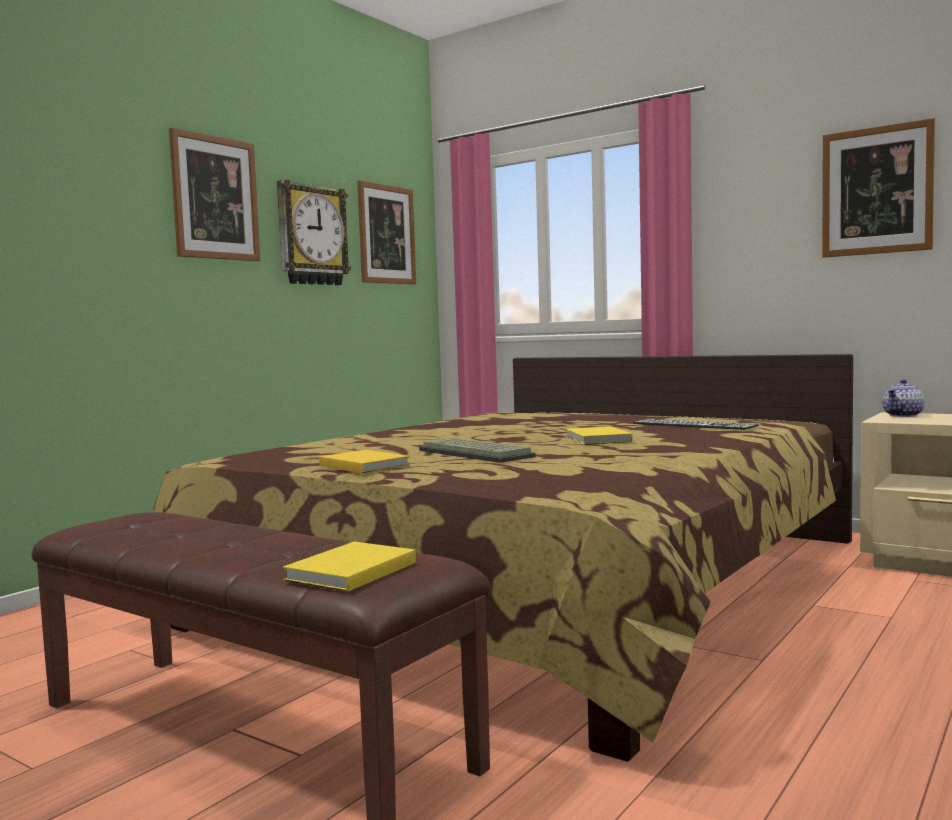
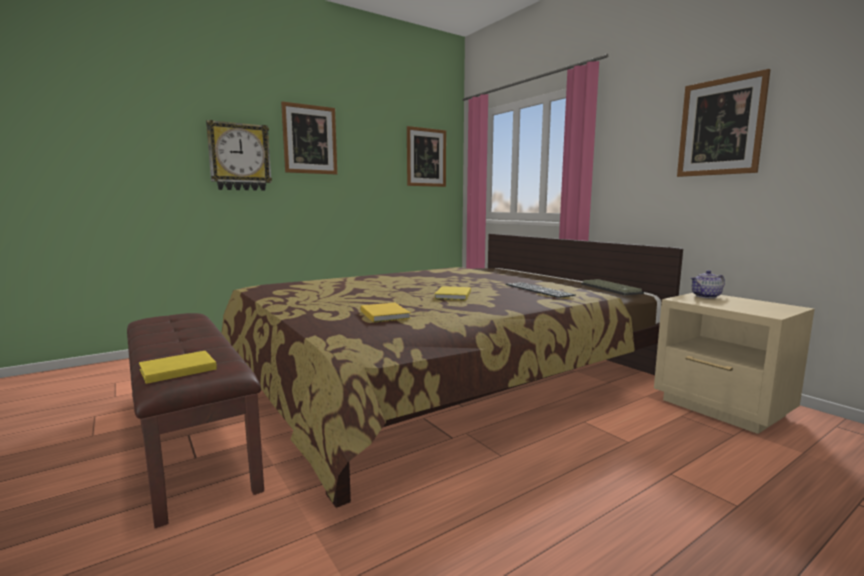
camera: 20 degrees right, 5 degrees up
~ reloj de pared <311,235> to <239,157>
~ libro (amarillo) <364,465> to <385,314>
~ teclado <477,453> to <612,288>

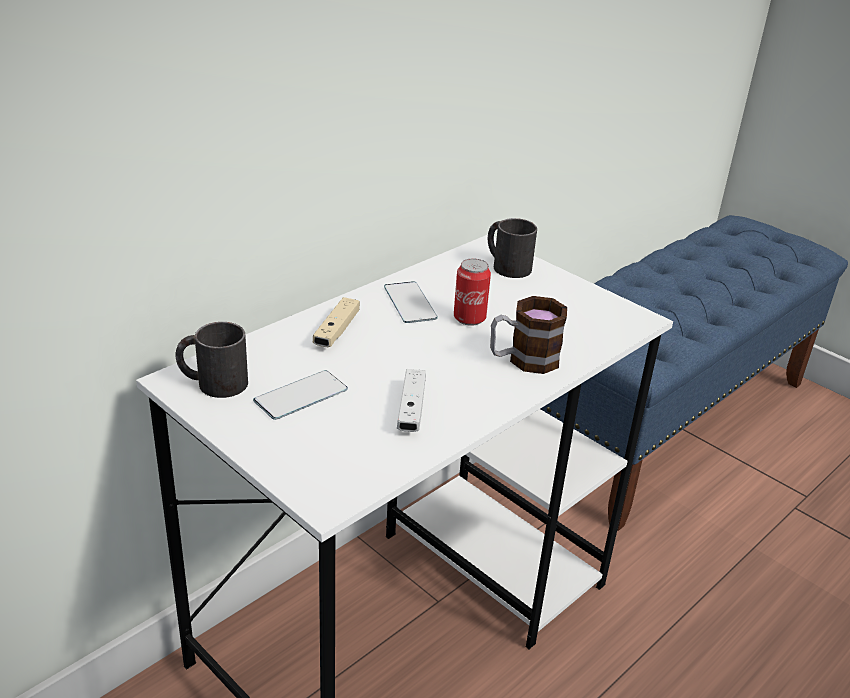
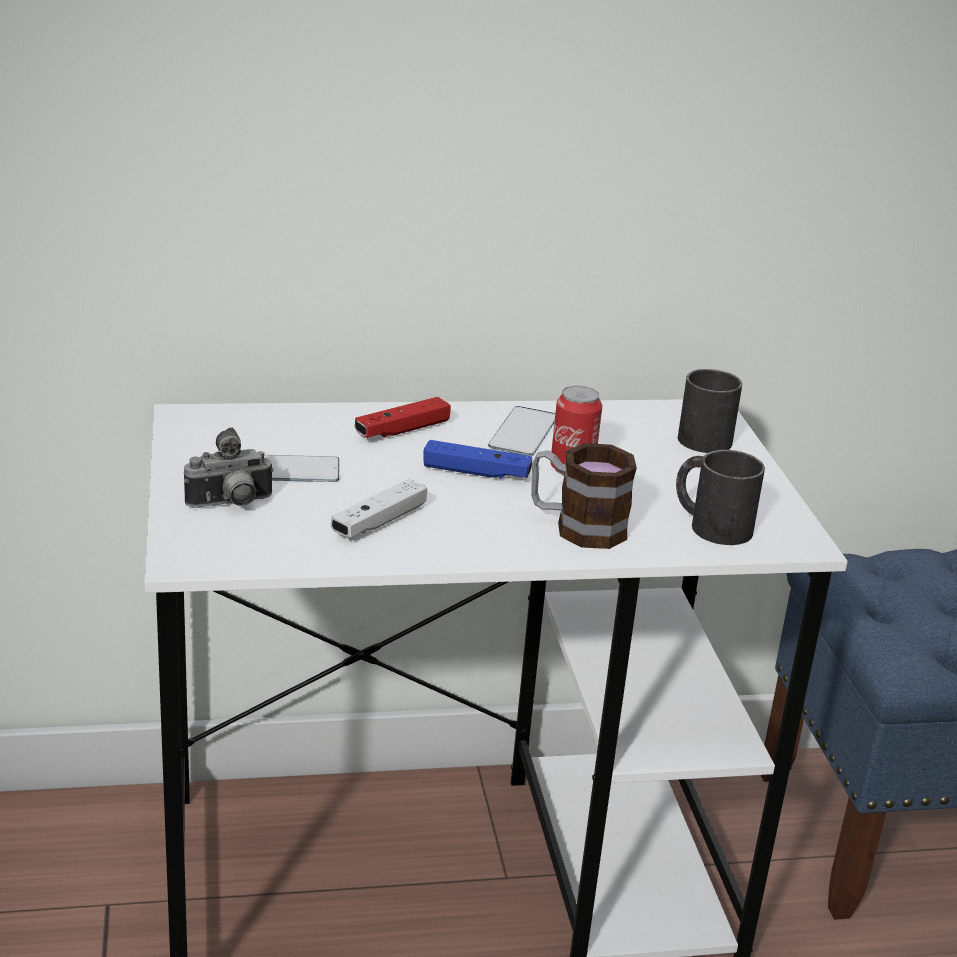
camera: 35 degrees right, 5 degrees down
~ taza grande (negro) <213,382> to <710,524>
~ mando de consola (beis) <336,331> to mando de consola (rojo) <402,430>
+ cámara <231,505>
+ mando de consola (azul) <476,472>

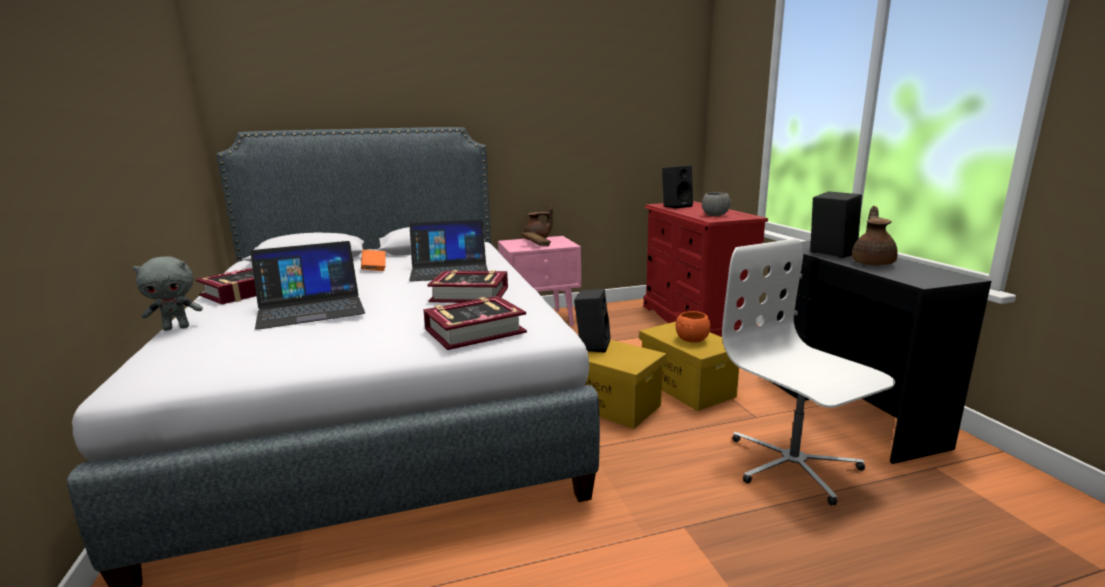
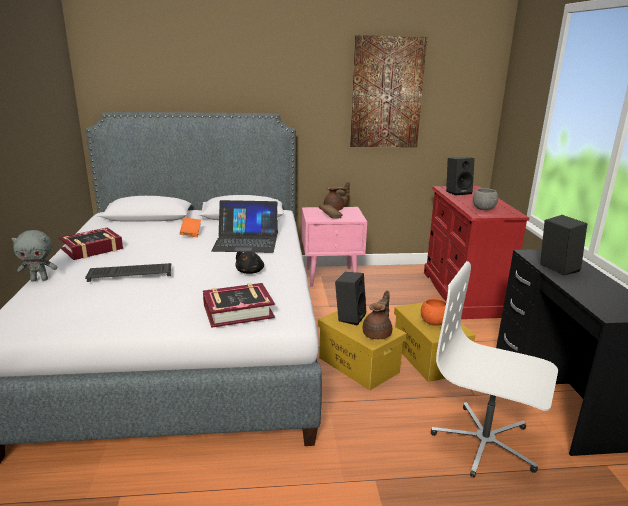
camera: 10 degrees right, 5 degrees up
~ portátil <310,308> to teclado <131,273>
~ libro <470,294> to peluche (negro) <250,271>
~ silla de oficina (blanco) <792,465> = <484,443> 45 degrees counterclockwise
~ tetera (marrón) <872,263> to <378,334>
+ cuadro <386,93>

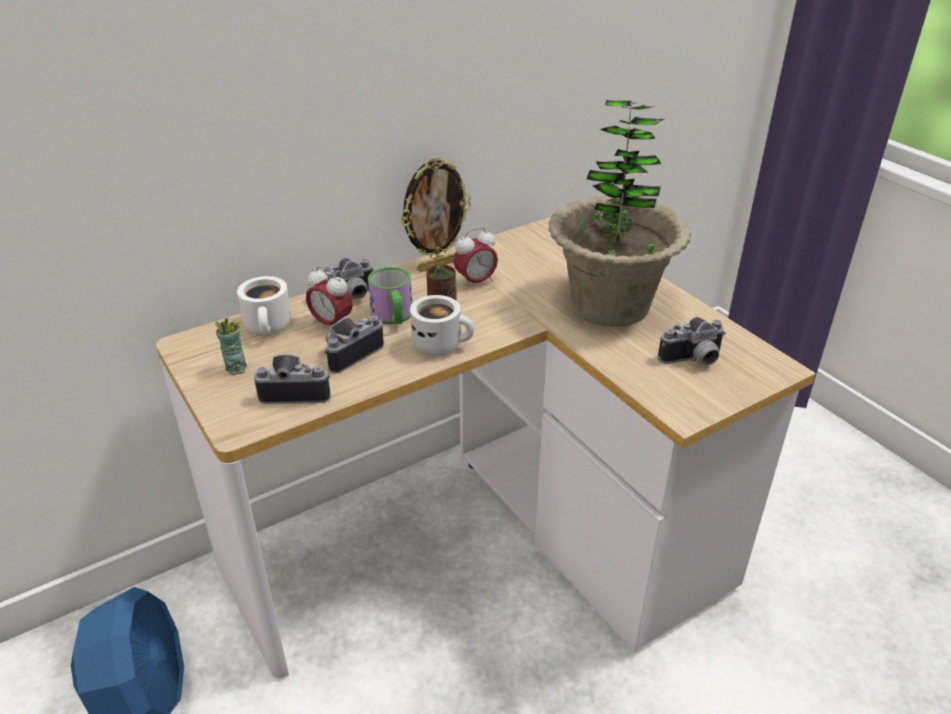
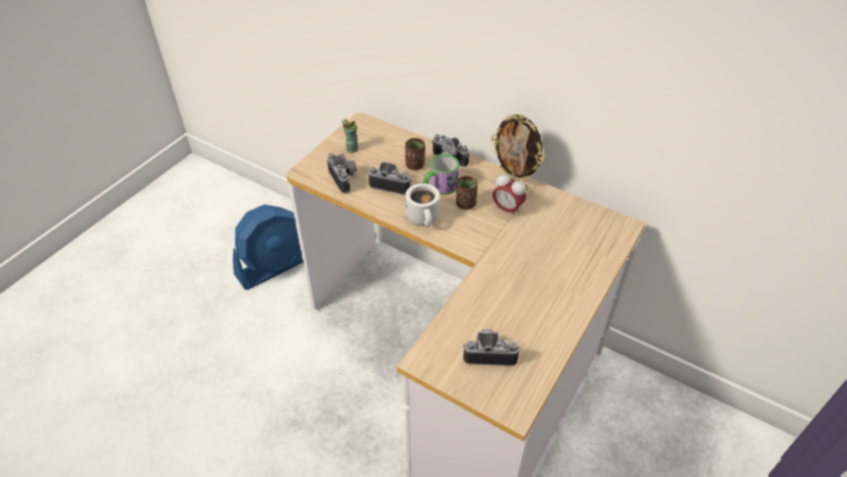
camera: 65 degrees right, 10 degrees up
- taza grande (blanco) <270,327>
~ despertador <331,324> to taza (marrón) <415,165>
- planta en maceta <610,305>
~ cámara <693,360> = <490,353> 135 degrees clockwise

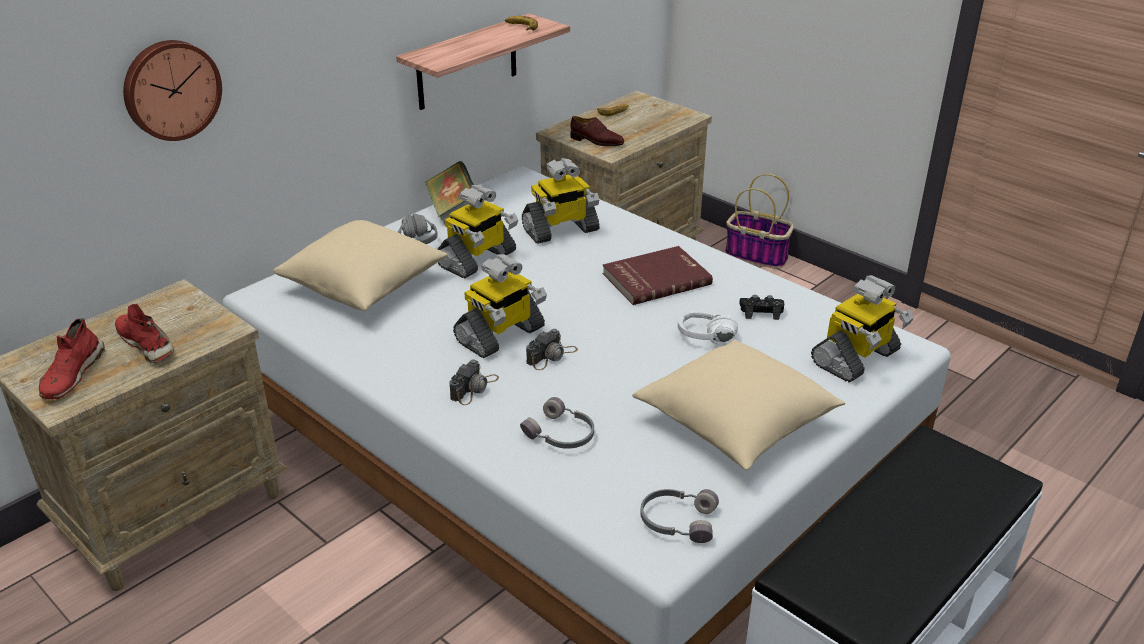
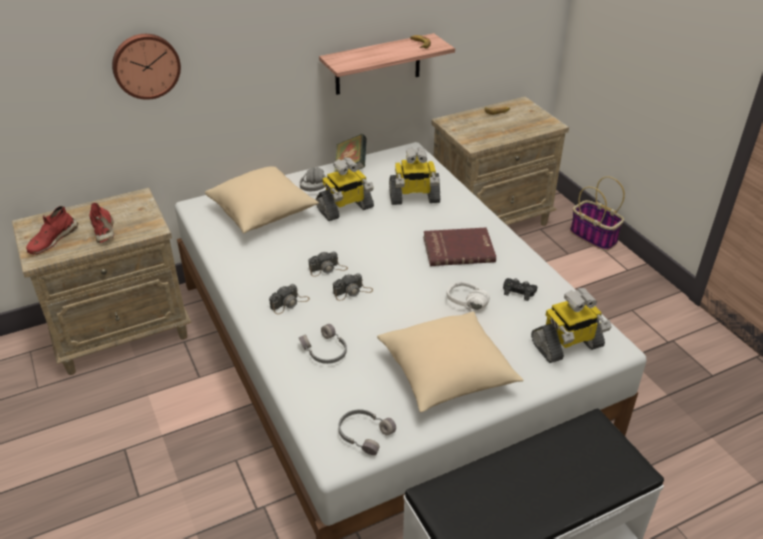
camera: 20 degrees right, 5 degrees up
~ robot de juguete <500,336> to cámara <328,269>
- zapato (marrón) <596,141>

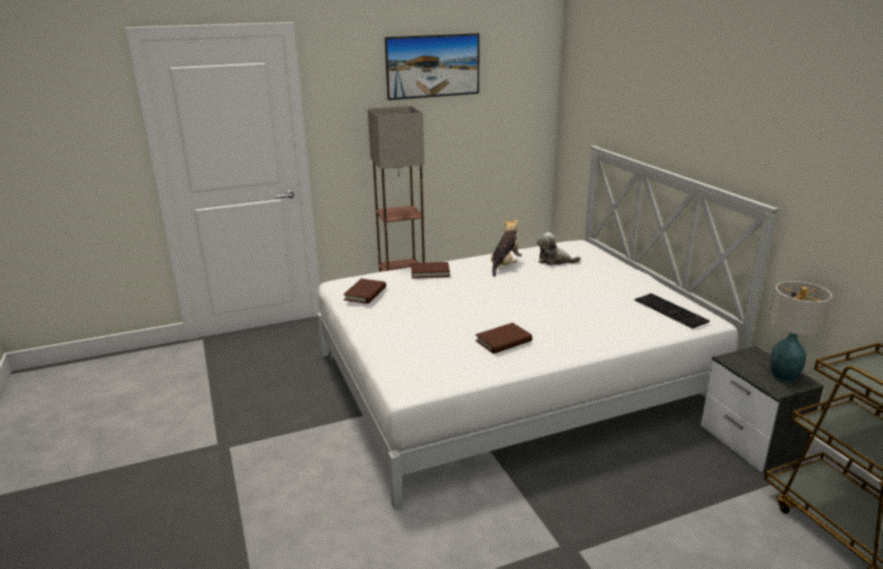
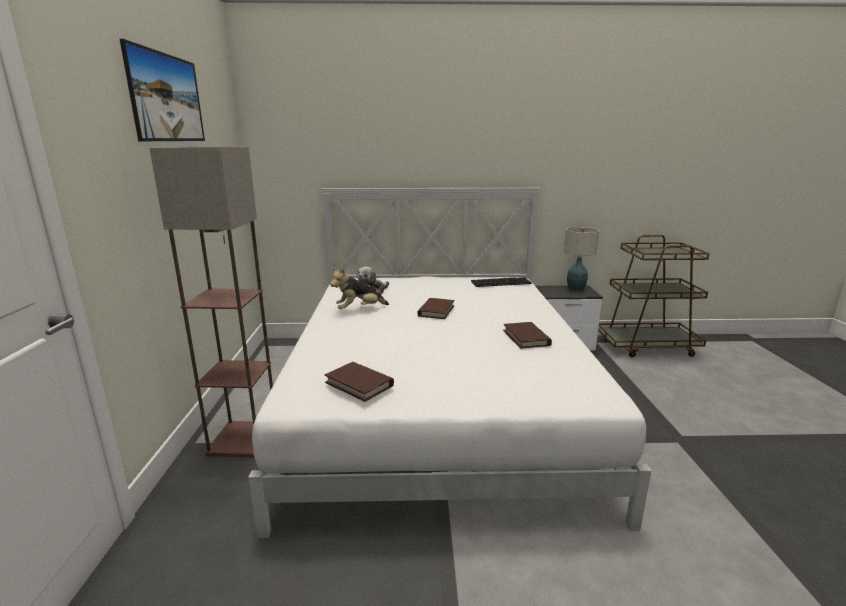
camera: 70 degrees left, 5 degrees down
~ libro (marrón) <430,272> to <436,311>
~ peluche <505,266> = <359,309> 75 degrees counterclockwise

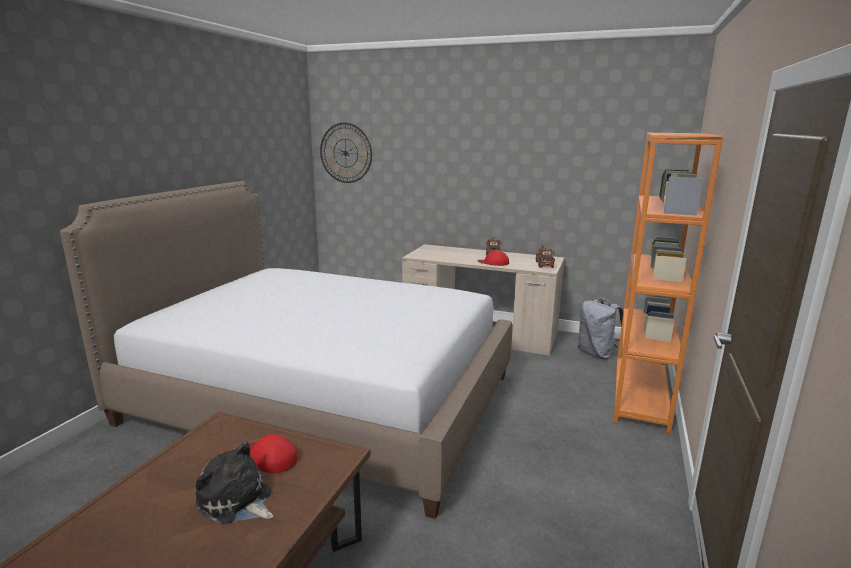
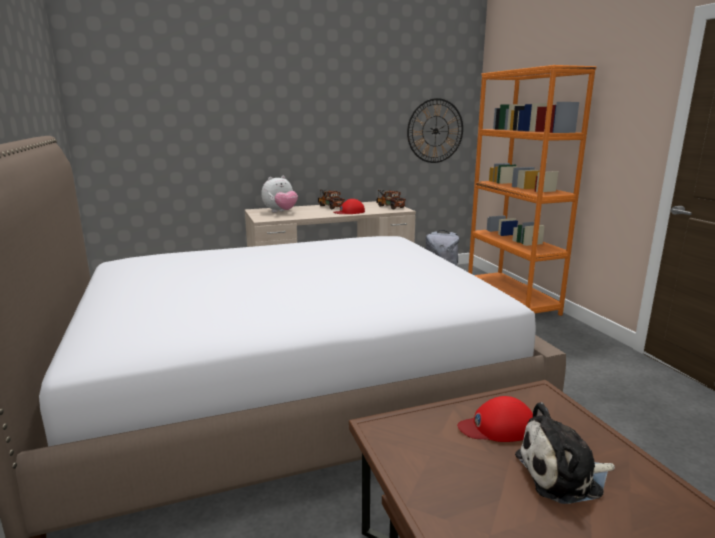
camera: 40 degrees left, 0 degrees up
~ reloj de pared <345,153> to <435,131>
+ peluche <280,212>

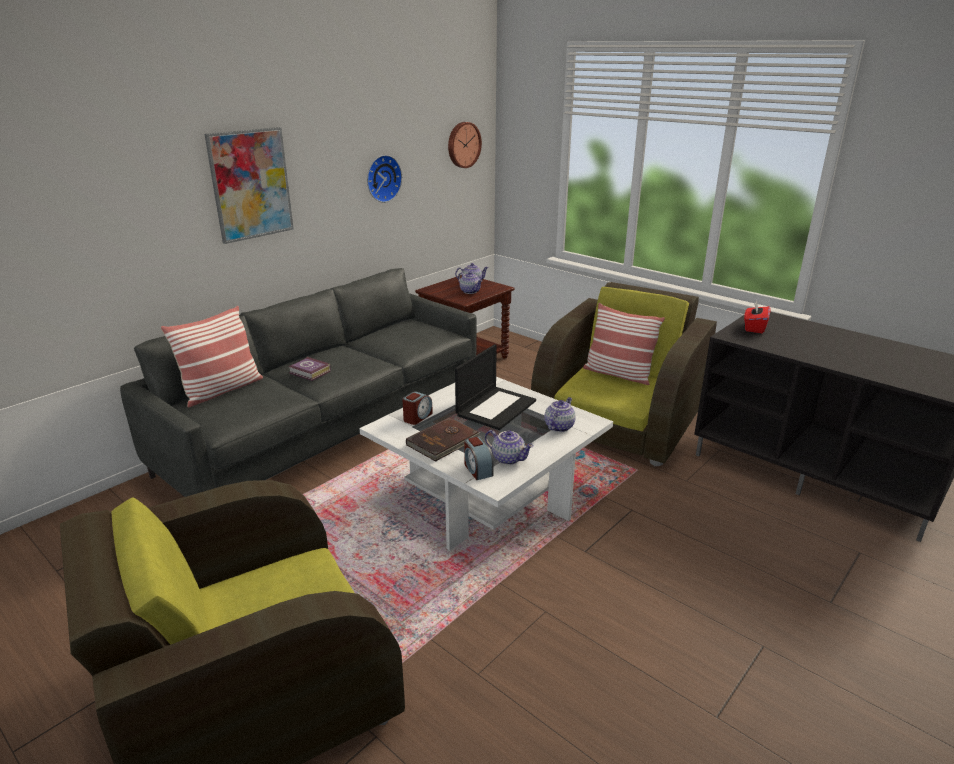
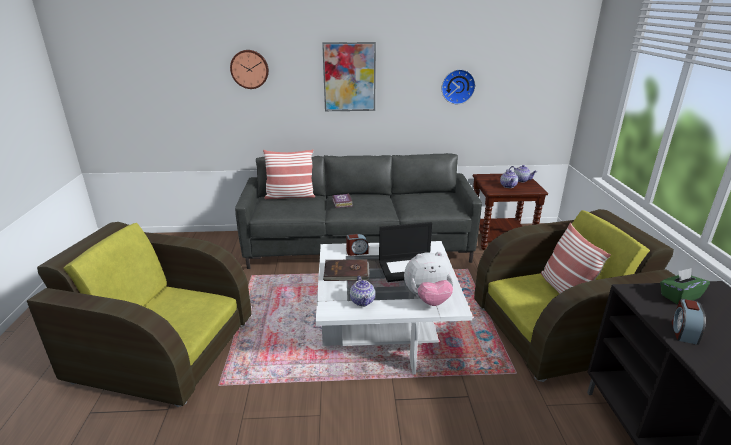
camera: 45 degrees right, 0 degrees up
~ reloj de pared <463,145> to <249,69>
~ despertador <477,469> to <683,332>
~ tetera <559,426> to peluche <428,299>
~ caja de pañuelos (rojo) <754,328> to caja de pañuelos (verde) <679,296>

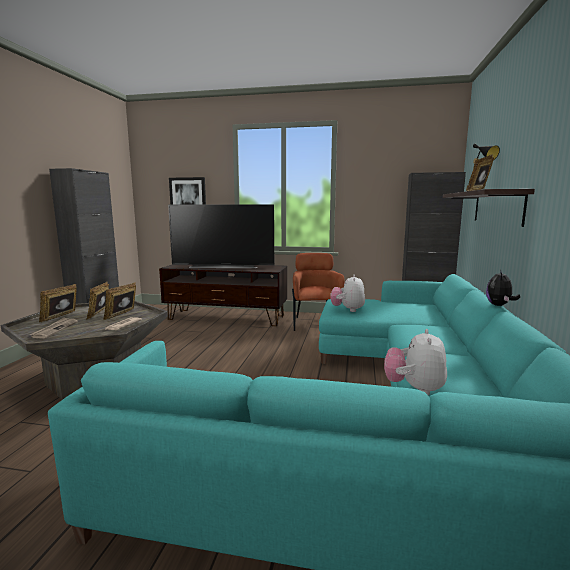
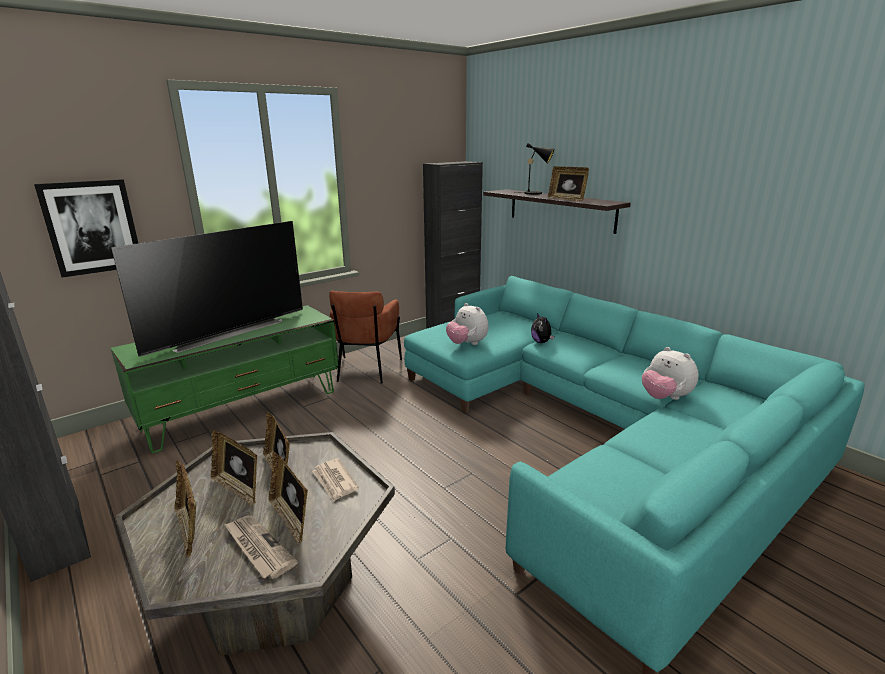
camera: 50 degrees left, 10 degrees up
~ mueble de televisión (marrón) <226,318> to mueble de televisión (verde) <243,409>
~ sillón (marrón) <315,323> = <366,370> 120 degrees counterclockwise
~ peluche <499,305> to <541,342>
+ portarretratos <291,519>

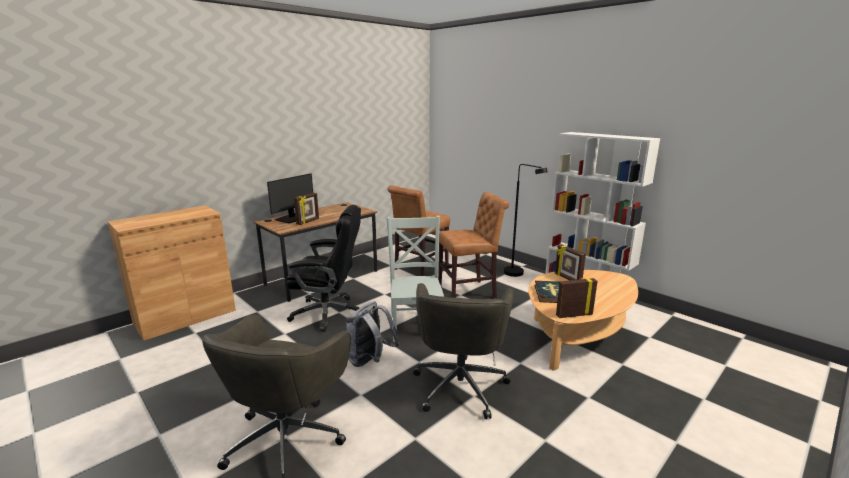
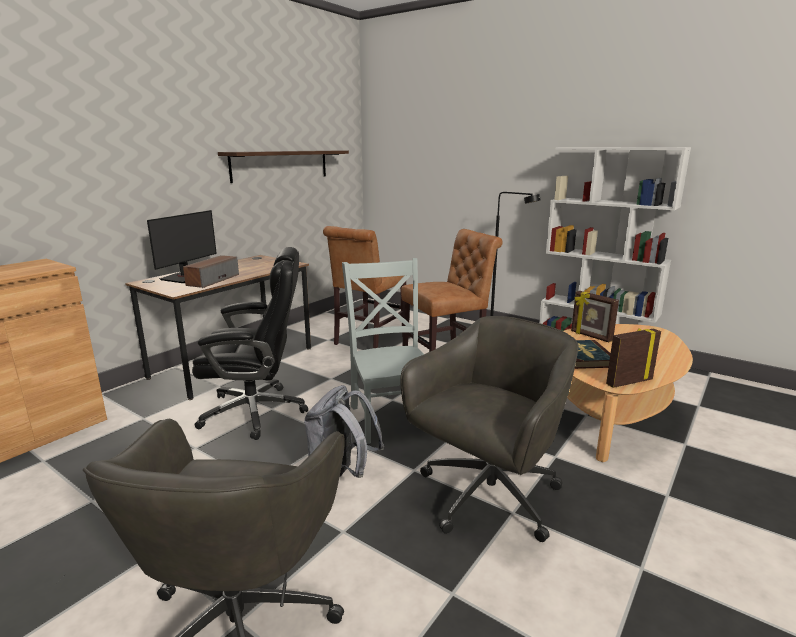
camera: 10 degrees left, 0 degrees up
~ portarretratos <308,222> to altavoz <213,280>
~ silla de oficina (gris) <460,384> = <486,497> 135 degrees counterclockwise
+ estante <281,165>

